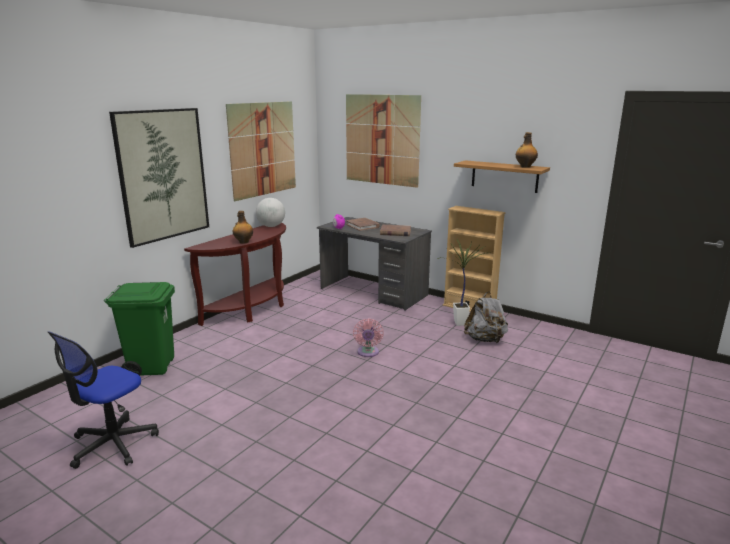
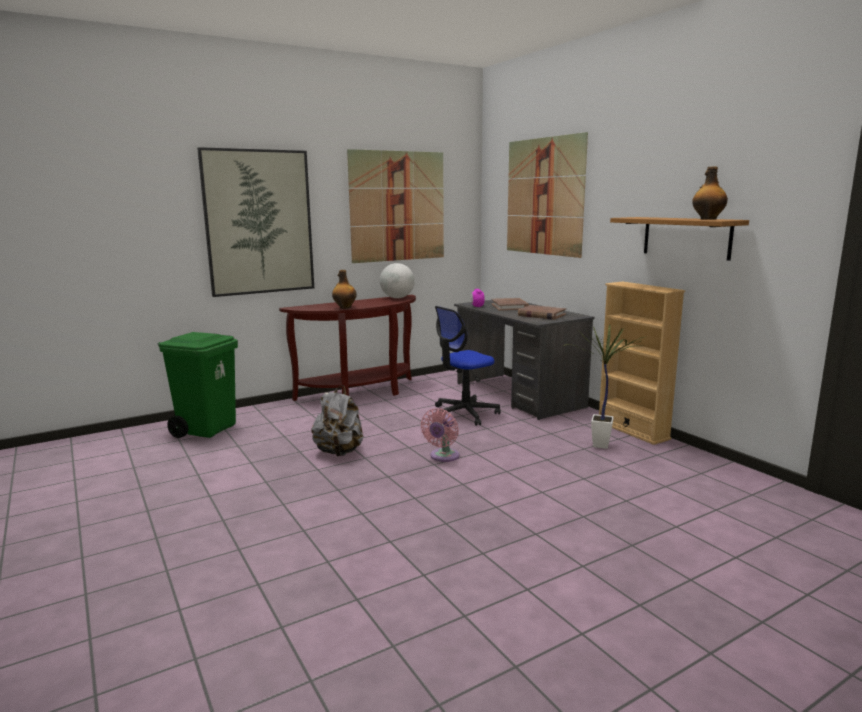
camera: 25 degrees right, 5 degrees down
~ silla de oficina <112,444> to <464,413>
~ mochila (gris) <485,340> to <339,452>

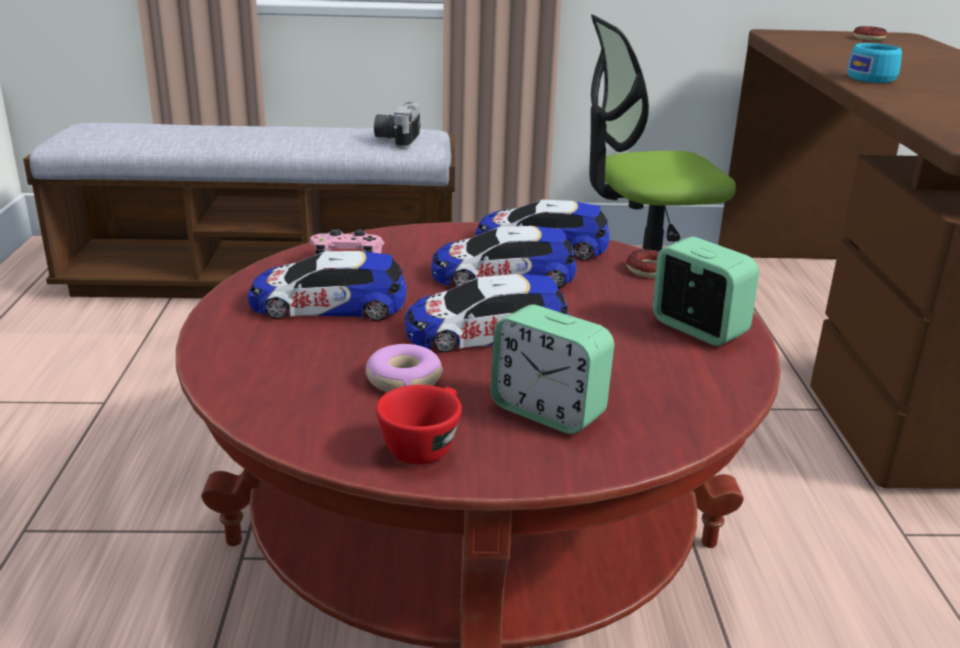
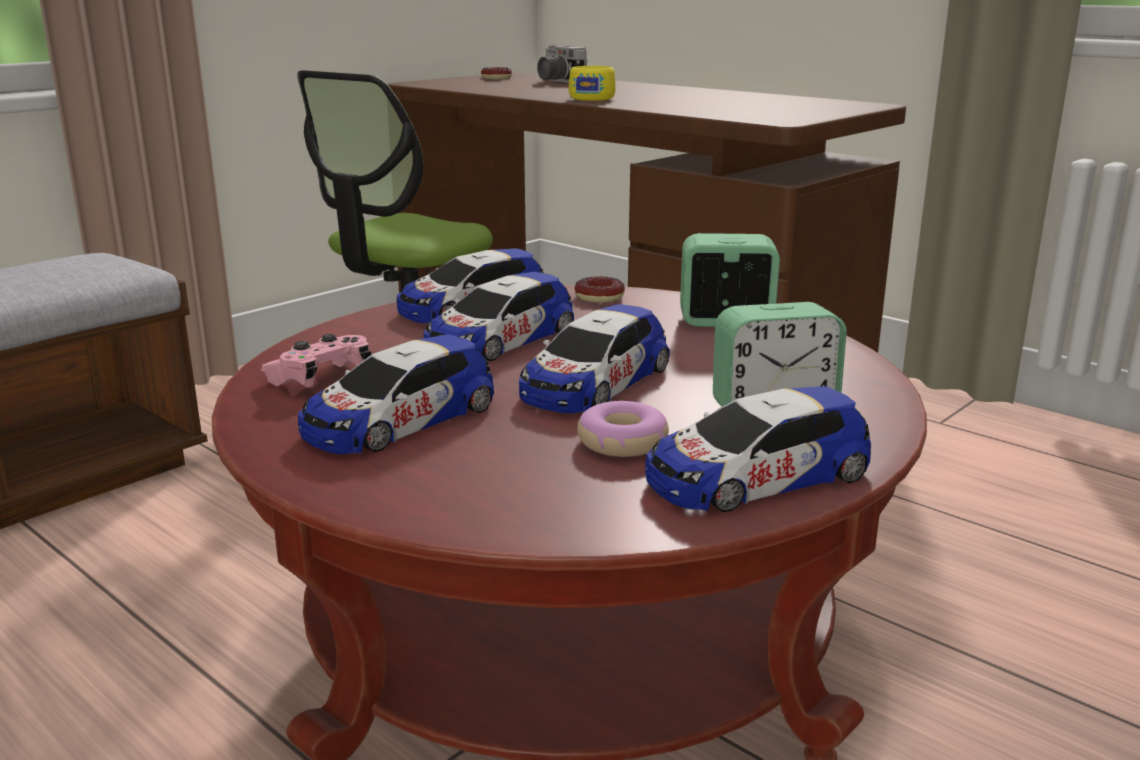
camera: 45 degrees left, 5 degrees down
~ cámara <397,139> to <557,81>
~ taza (rojo) <424,445> to coche de juguete <757,475>
~ taza (turquesa) <875,78> to taza (amarillo) <593,98>

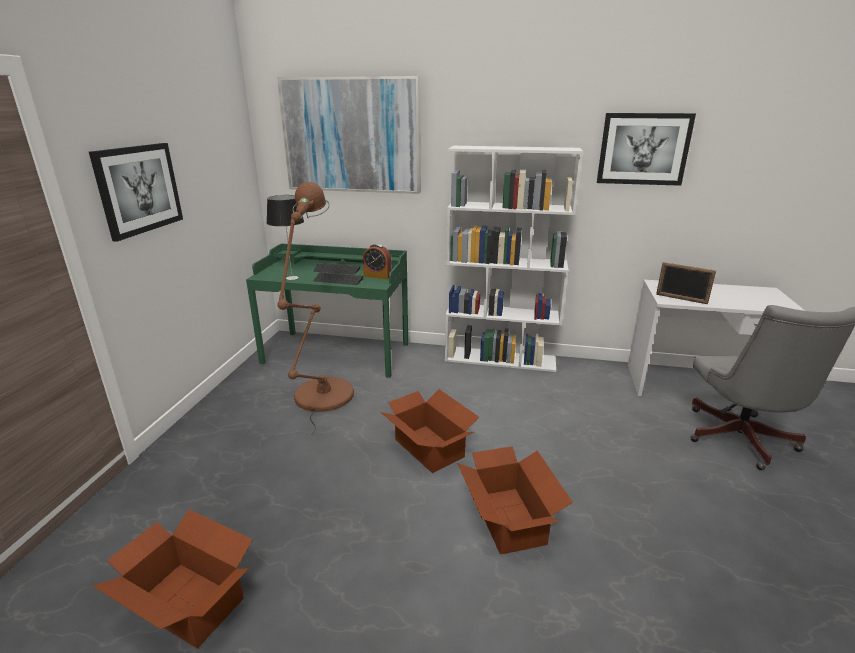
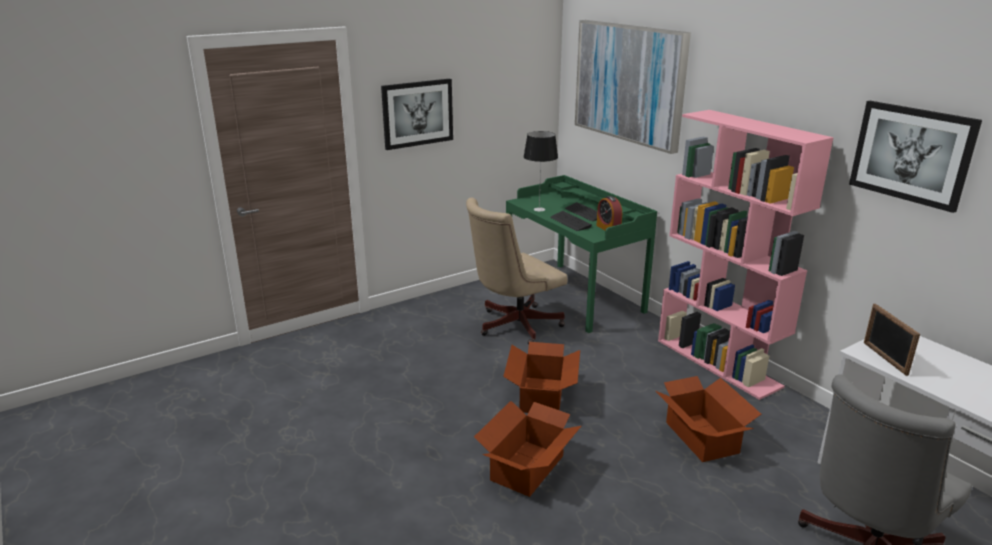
camera: 45 degrees right, 0 degrees up
~ caja de cartón <189,601> to <702,437>
~ lámpara de pie (marrón) <321,400> to silla de oficina (beis) <513,326>
~ estantería (blanco) <501,359> to estantería (rosa) <718,363>

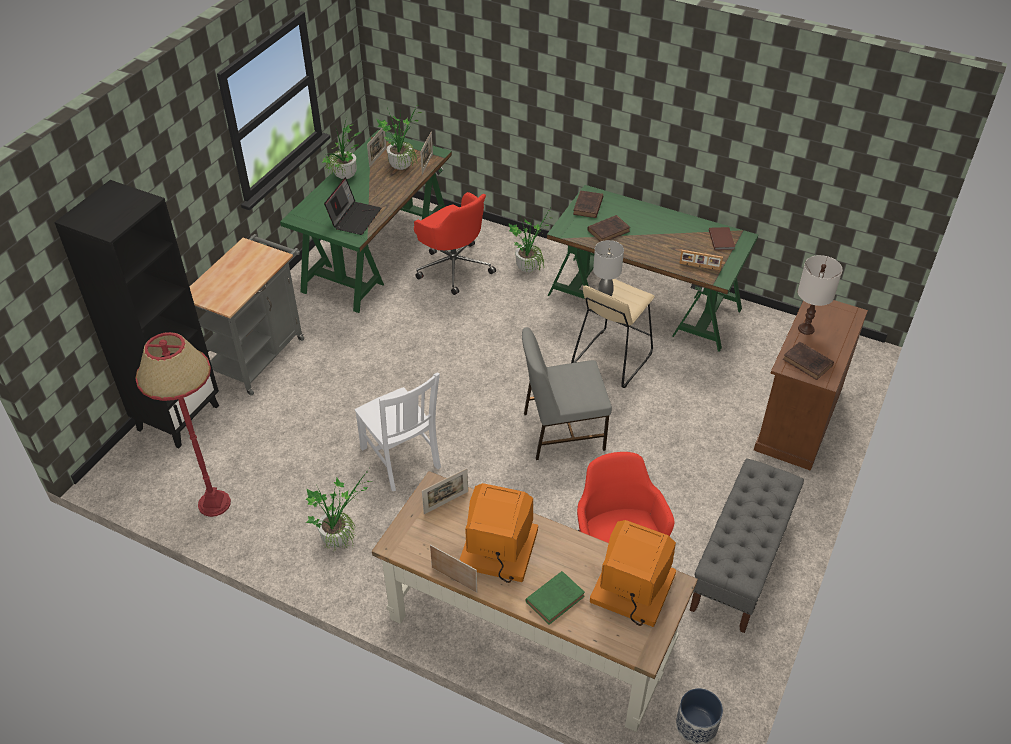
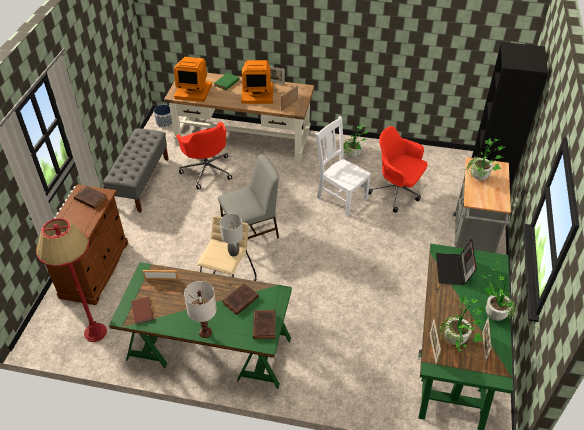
camera: 165 degrees right, 0 degrees up
~ lámpara de pie (rojo) <214,503> to <95,332>
~ silla de oficina (rojo) <453,267> to <397,192>
~ planta en maceta <529,265> to <479,179>
~ lámpara de mesa (blanco) <806,329> to <205,332>

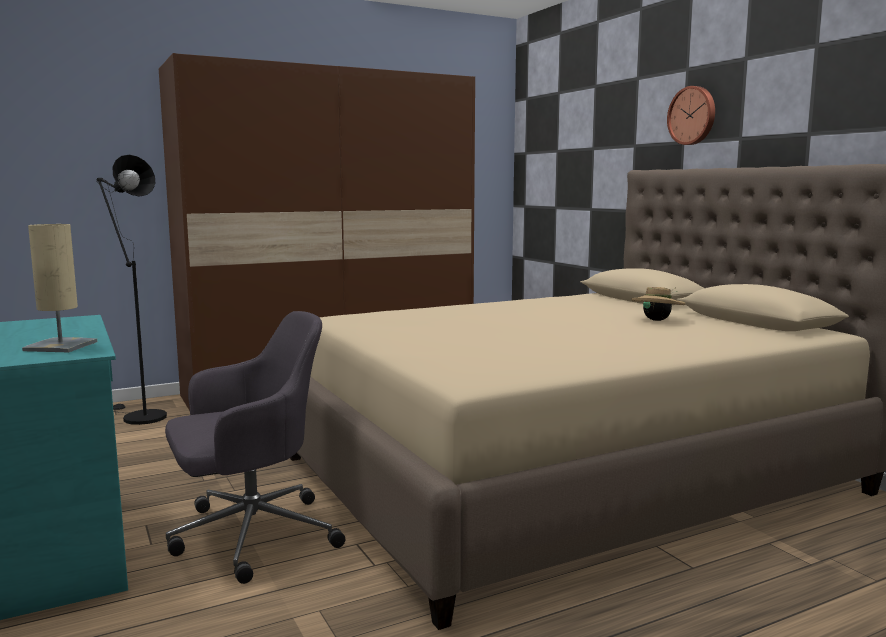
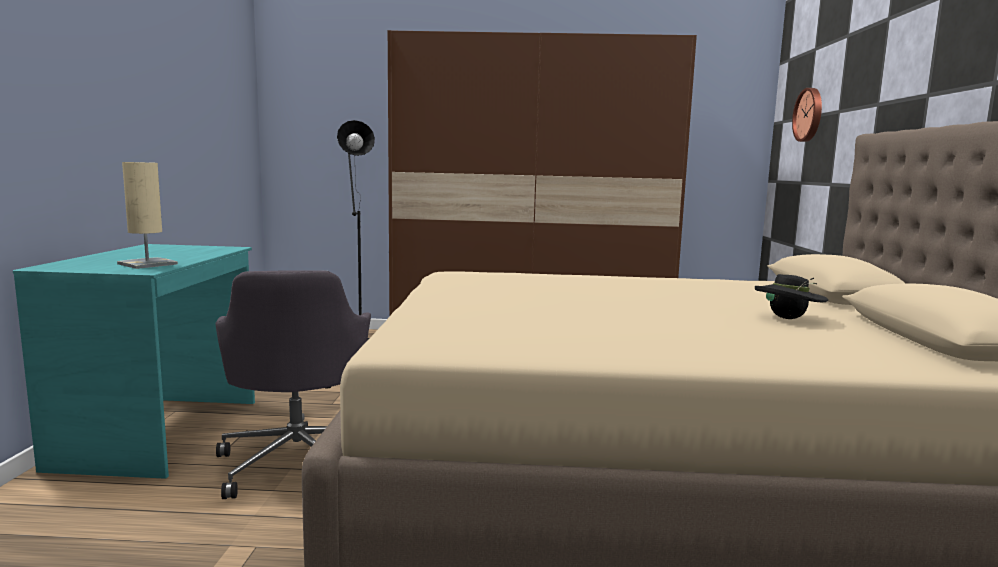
camera: 30 degrees right, 0 degrees up
~ silla de oficina (gris) <250,536> = <299,460> 75 degrees clockwise
~ sombrero (beis) <657,320> to sombrero (negro) <788,318>
~ reloj de pared <693,115> to <809,115>

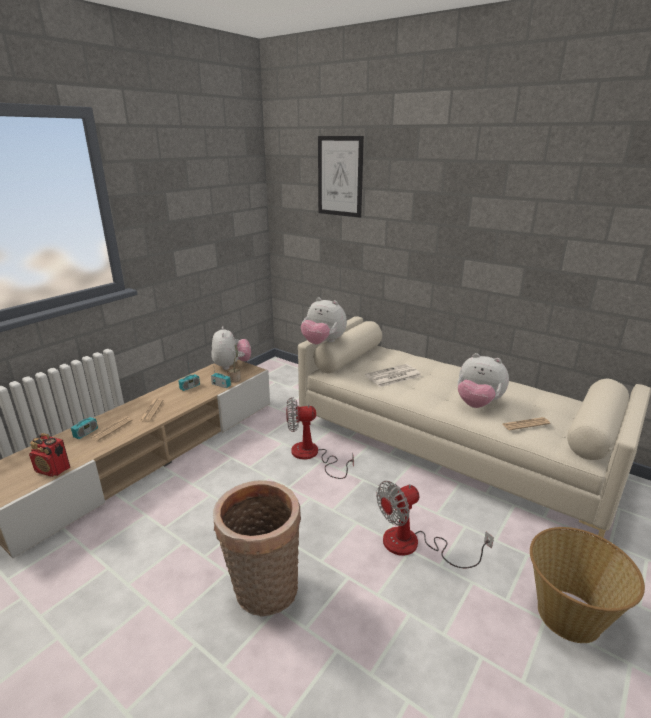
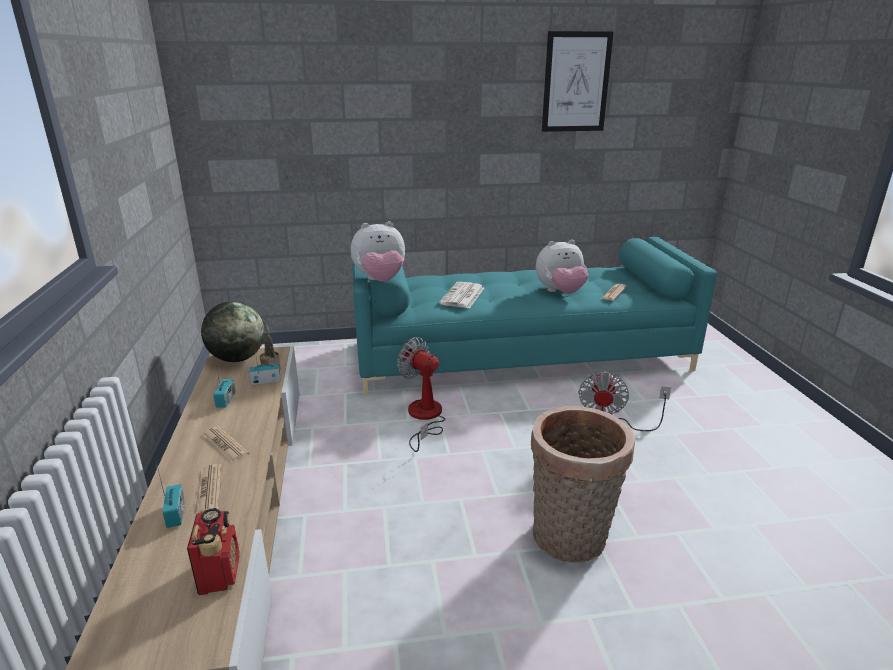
camera: 45 degrees left, 0 degrees up
~ radio <53,470> = <219,573> 75 degrees counterclockwise
~ peluche <231,366> to globo terráqueo <237,359>
~ ventilador <312,456> = <424,417> 90 degrees clockwise
~ sofá (beis) <448,447> to sofá (turquesa) <521,355>
~ cuadro <340,176> to <576,82>
- cesta <569,614>

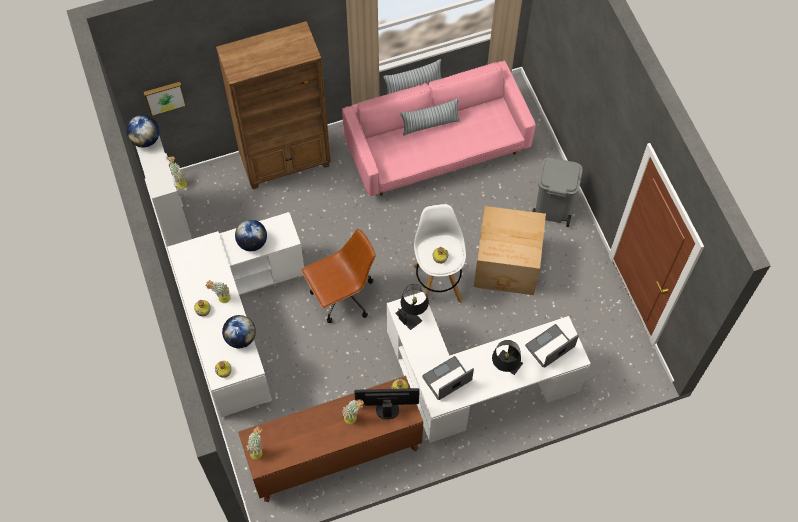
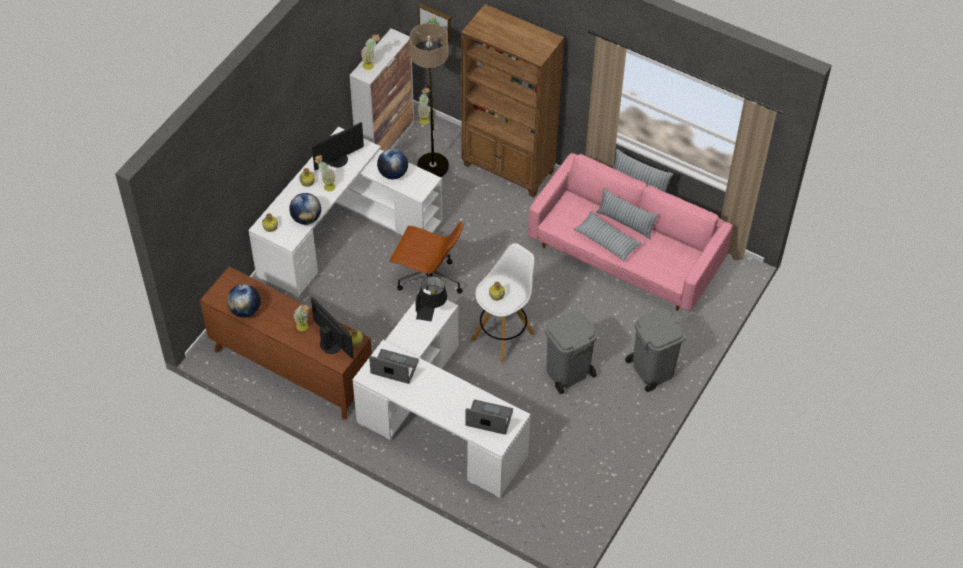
camera: 50 degrees right, 10 degrees down
~ globo terráqueo <145,139> to <245,310>
~ planta en maceta <257,450> to <371,65>
~ caja de cartón <507,265> to papelera (gris) <567,373>
- lámpara de mesa (negro) <505,366>
+ monitor <338,160>
+ lámpara de pie <432,156>
+ cojín <607,240>

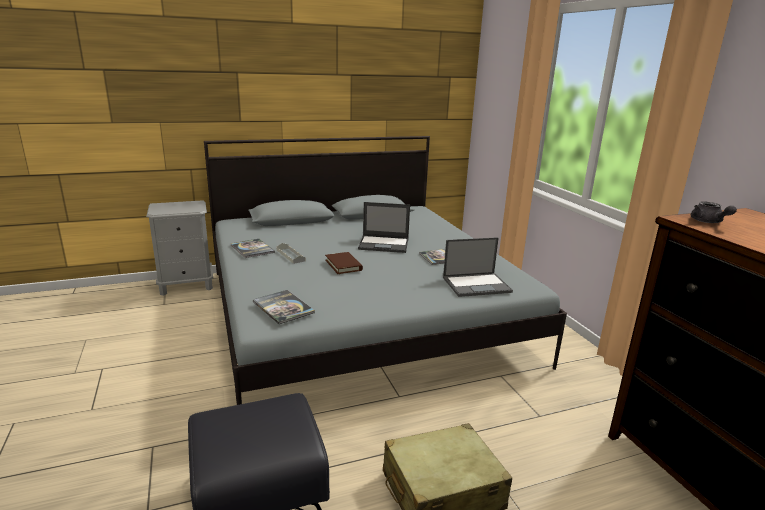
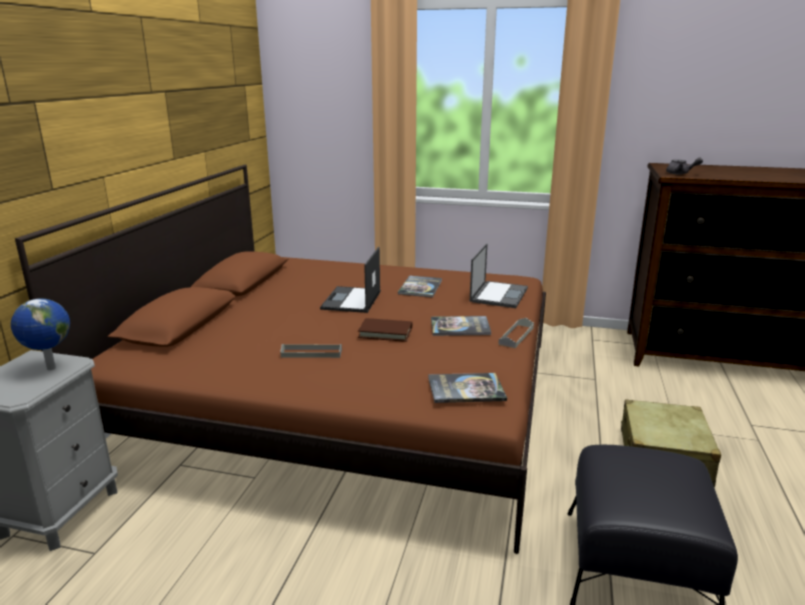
camera: 55 degrees left, 0 degrees up
~ cama (gris) <360,314> to cama (marrón) <347,398>
~ libro <252,249> to <460,327>
~ portátil <384,244> = <351,300> 150 degrees clockwise
+ globo terráqueo <50,368>
+ bandeja (gris) <516,336>

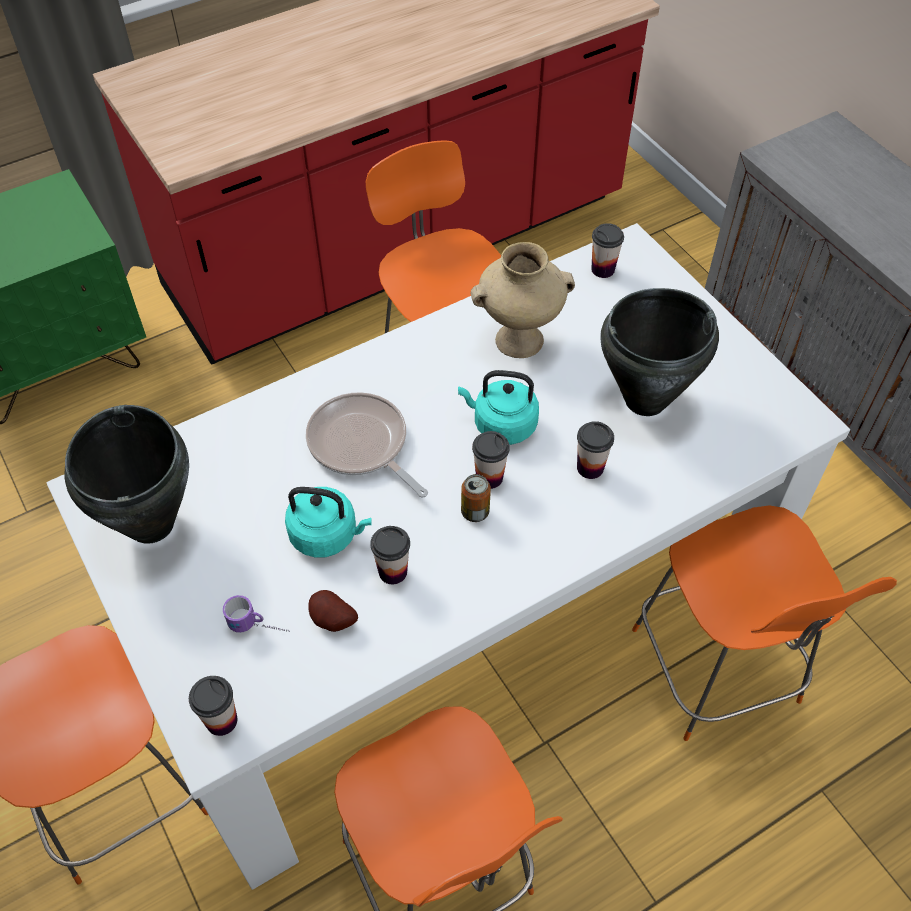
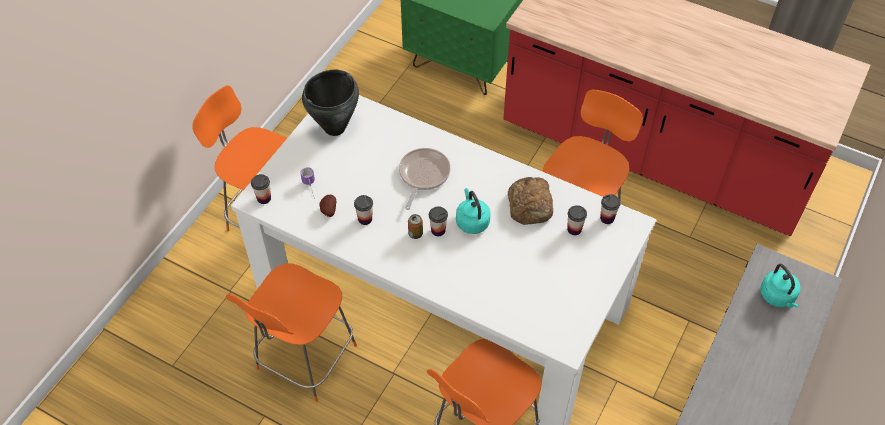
camera: 60 degrees right, 0 degrees up
~ hervidor (turquesa) <327,535> to <778,297>
~ florero (beis) <520,339> to pan <531,205>
~ taza <590,468> to <574,229>
- olla (negro) <646,400>

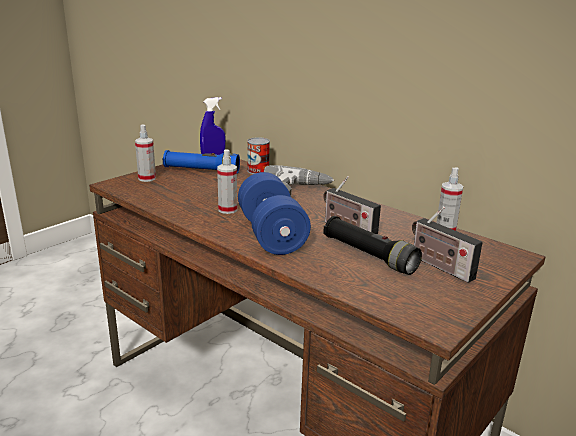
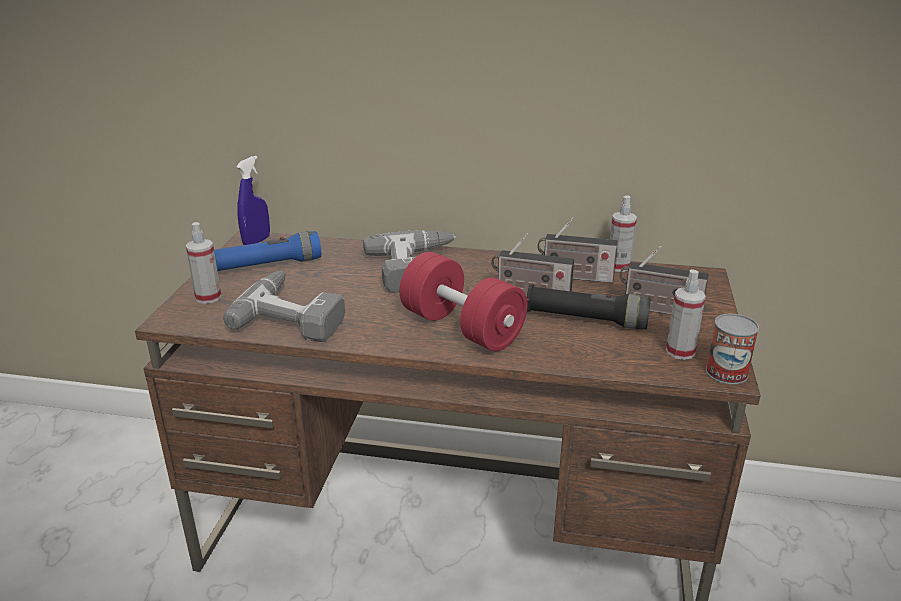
camera: 30 degrees left, 5 degrees up
~ pulverizador <227,210> to <680,352>
~ mancuerna (azul) <271,234> to mancuerna (rojo) <462,328>
~ lata <258,170> to <726,372>
+ taladro <295,314>
+ radio <574,277>

